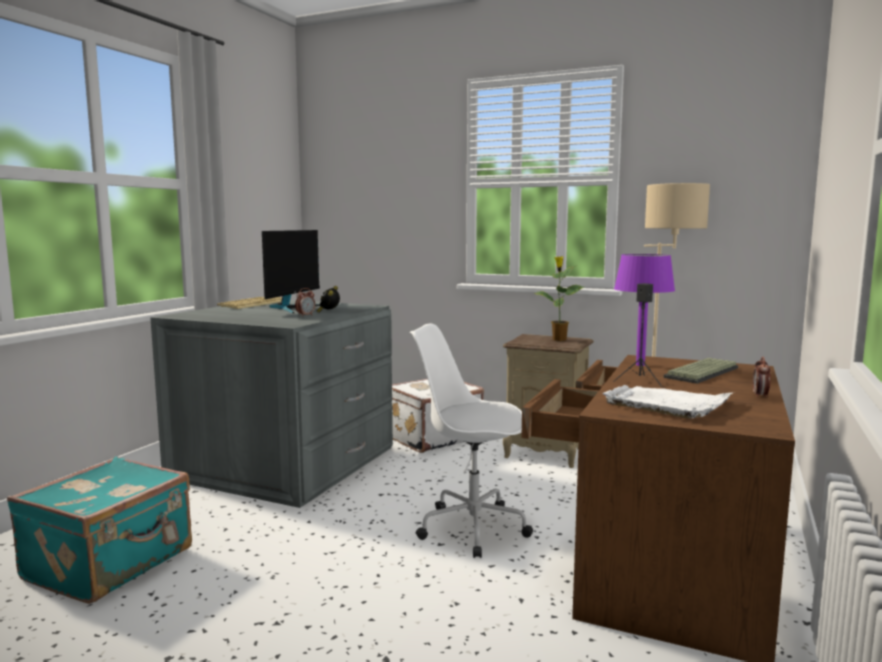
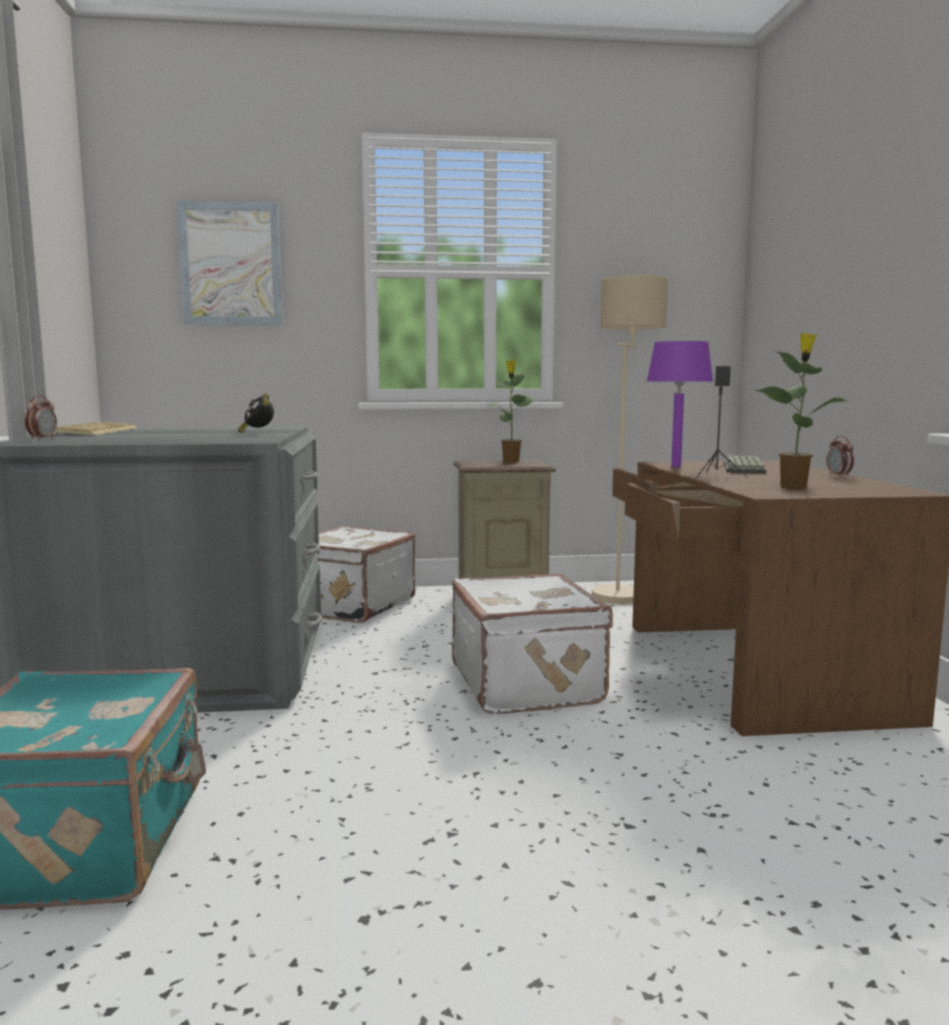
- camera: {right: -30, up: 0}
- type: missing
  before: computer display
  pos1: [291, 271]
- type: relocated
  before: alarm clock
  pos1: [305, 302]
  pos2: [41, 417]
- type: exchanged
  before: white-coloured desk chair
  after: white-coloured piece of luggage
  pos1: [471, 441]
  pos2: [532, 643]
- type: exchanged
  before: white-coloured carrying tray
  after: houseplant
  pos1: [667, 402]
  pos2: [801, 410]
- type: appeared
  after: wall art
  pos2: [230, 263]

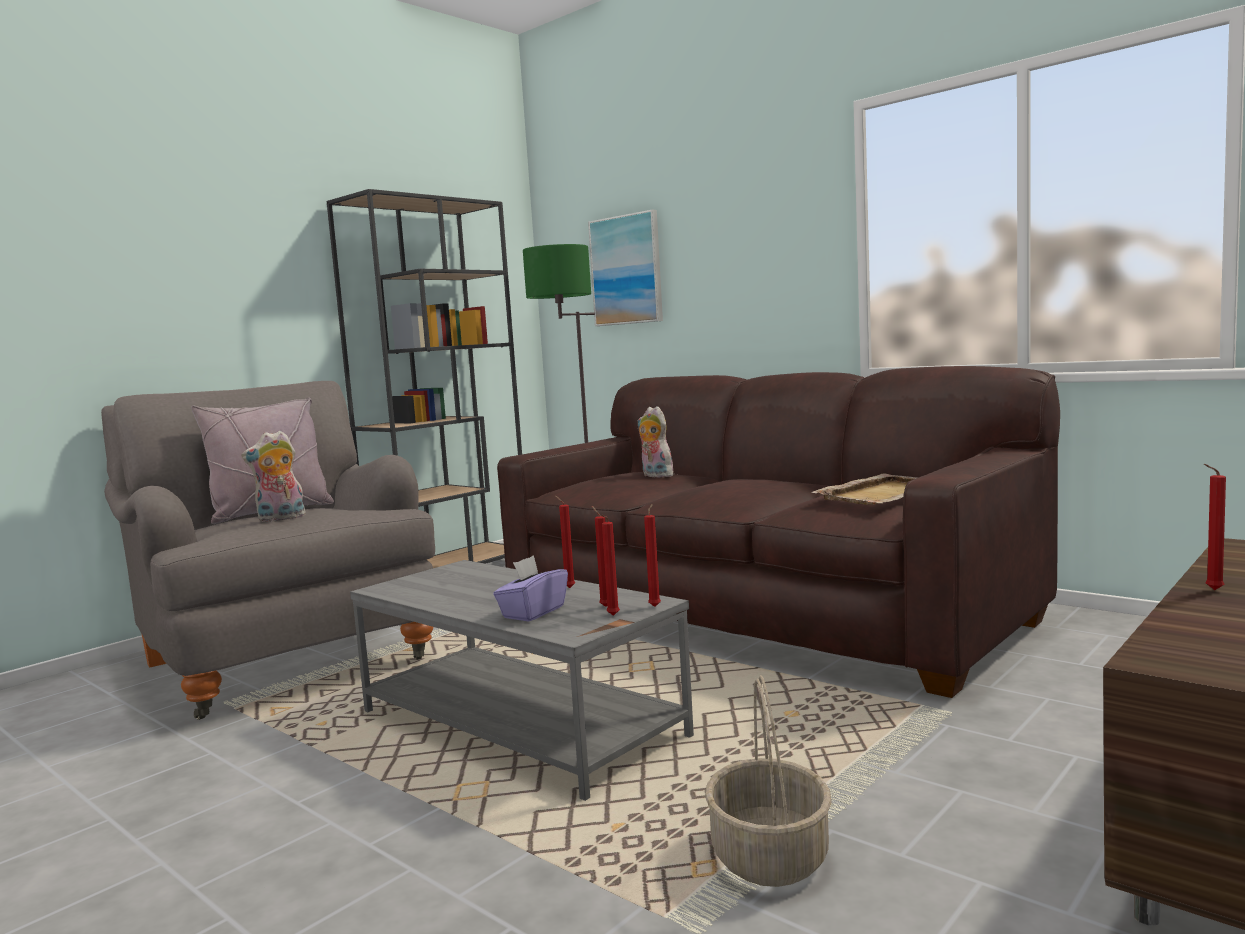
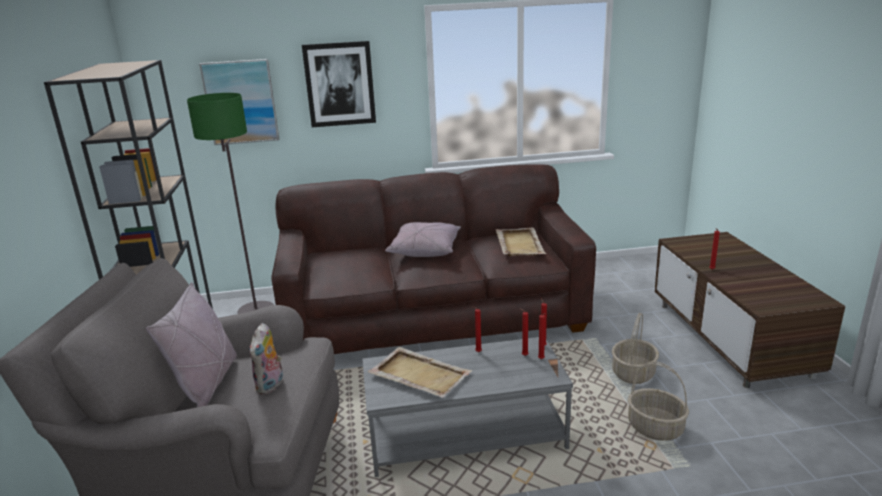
- camera: {right: -50, up: 15}
- type: missing
  before: purple tissue holder
  pos1: [530, 588]
- type: missing
  before: cuddly toy
  pos1: [655, 441]
- type: appeared
  after: wall art
  pos2: [339, 84]
- type: appeared
  after: sand-coloured carrying tray
  pos2: [420, 372]
- type: appeared
  after: purple pillow
  pos2: [423, 239]
- type: appeared
  after: household basket
  pos2: [635, 348]

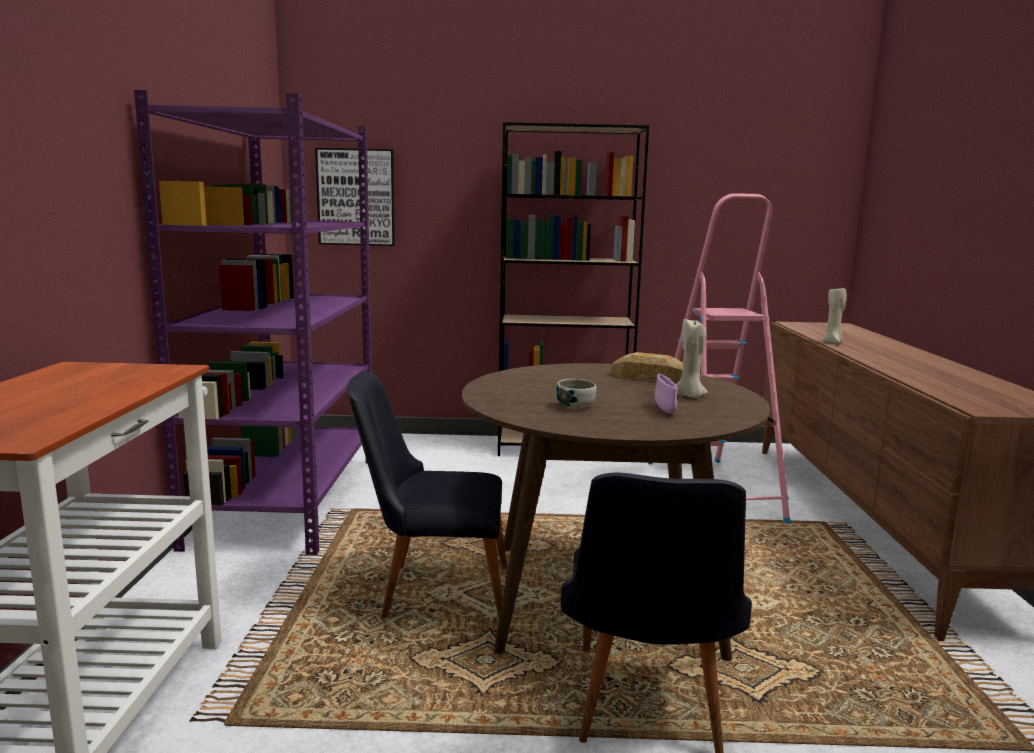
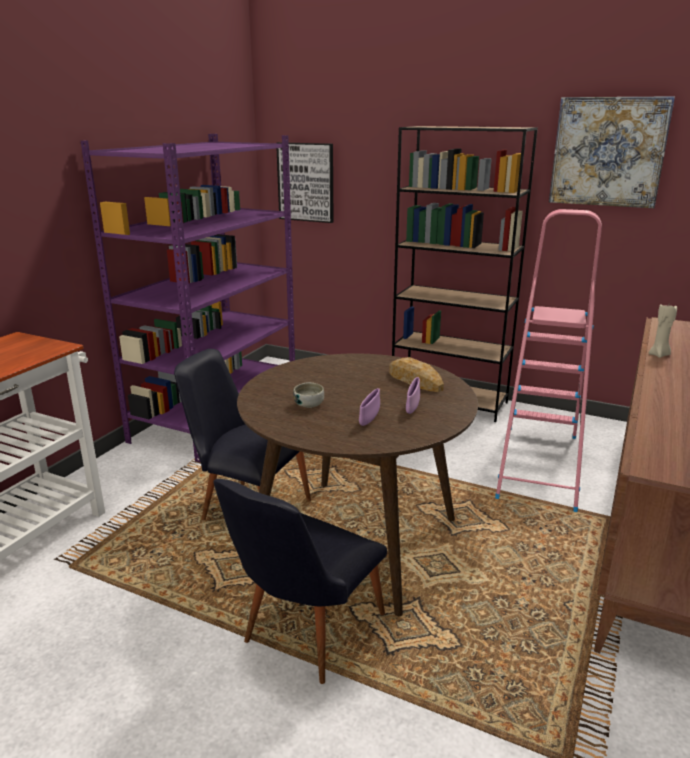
- camera: {right: 25, up: 10}
- type: exchanged
  before: sand-coloured candle
  after: purple deep dish
  pos1: [692, 357]
  pos2: [413, 395]
- type: appeared
  after: wall art
  pos2: [612, 152]

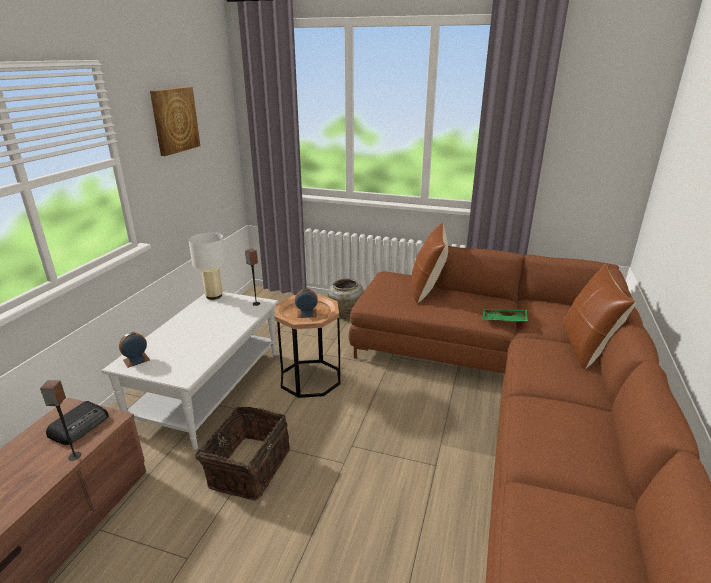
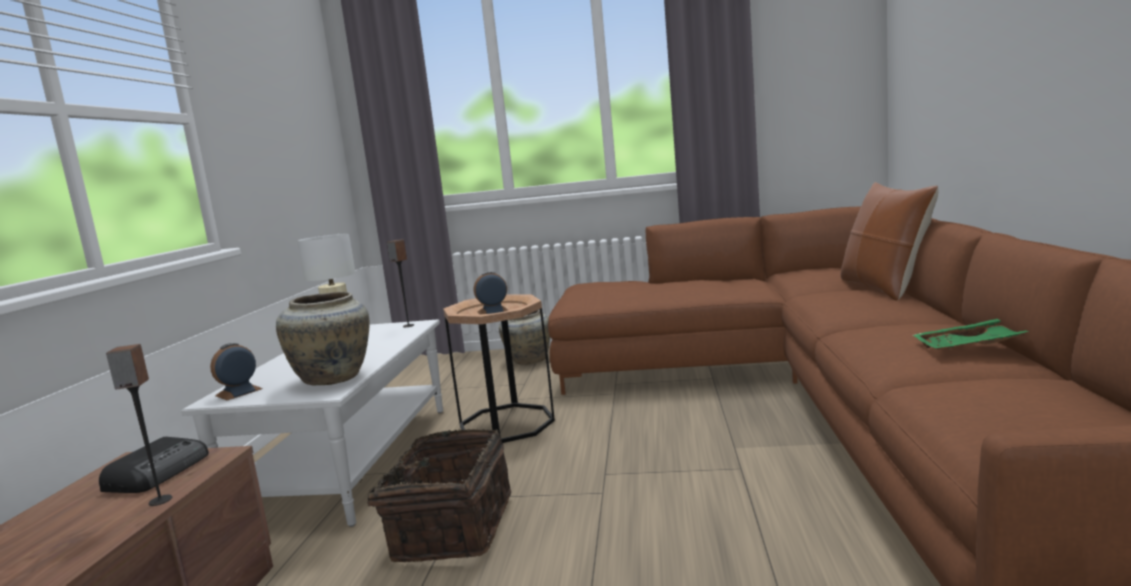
- camera: {right: -10, up: -15}
- type: missing
  before: wall art
  pos1: [175, 121]
- type: missing
  before: brownish pillow
  pos1: [430, 263]
- type: relocated
  before: greenish carrying tray
  pos1: [505, 315]
  pos2: [971, 334]
- type: appeared
  after: sand-coloured flower vase
  pos2: [323, 338]

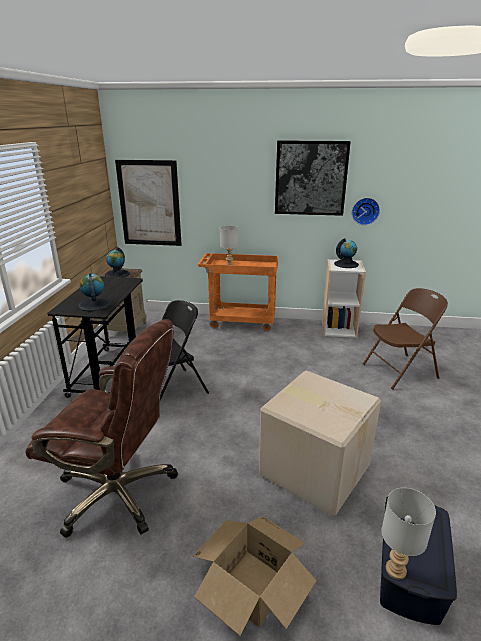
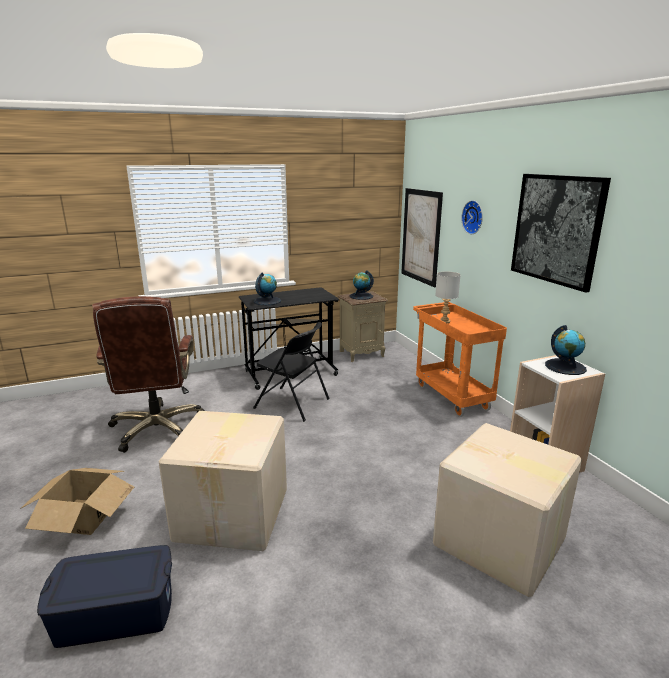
- camera: {right: 60, up: -5}
- type: relocated
  before: hanging clock
  pos1: [366, 211]
  pos2: [472, 217]
- type: exchanged
  before: brownish chair
  after: carton
  pos1: [405, 339]
  pos2: [507, 510]
- type: missing
  before: greyish tabletop lamp
  pos1: [408, 534]

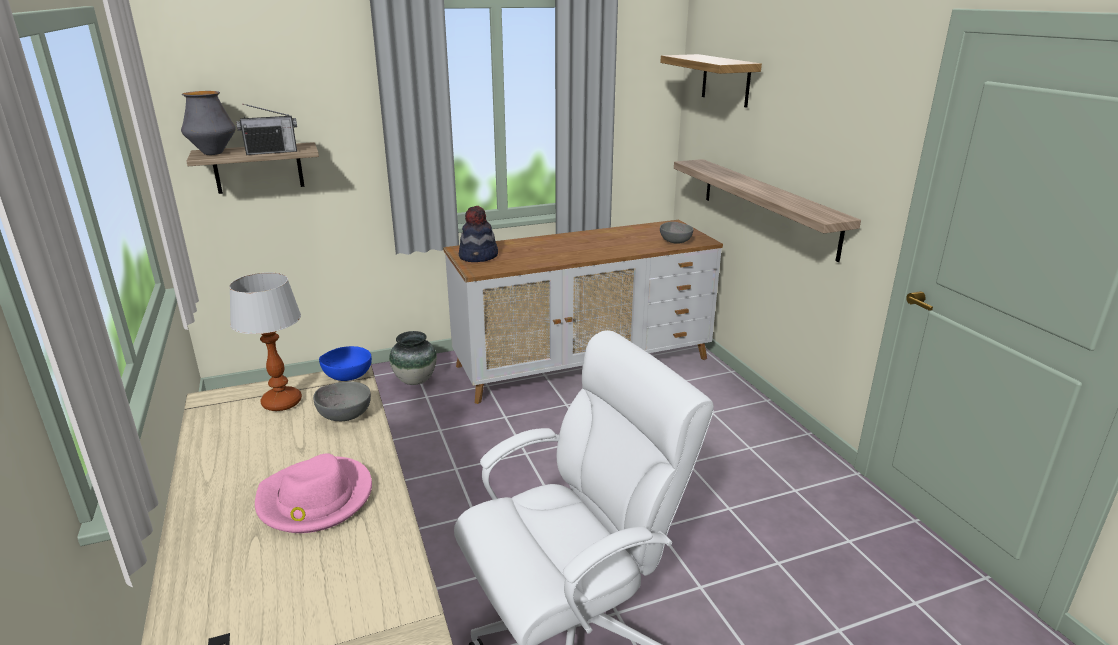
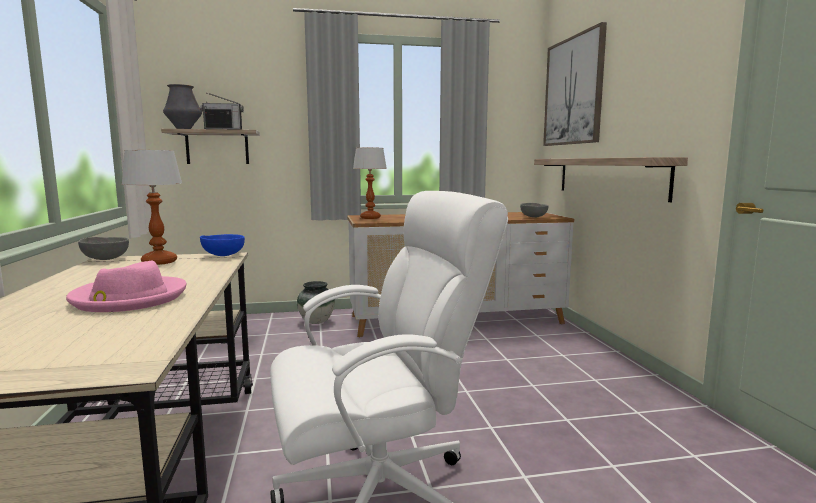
- camera: {right: 10, up: -15}
- type: relocated
  before: greyish deep dish
  pos1: [342, 401]
  pos2: [103, 248]
- type: exchanged
  before: clothing hat
  after: tabletop lamp
  pos1: [478, 234]
  pos2: [370, 183]
- type: exchanged
  before: wall shelf
  after: wall art
  pos1: [711, 81]
  pos2: [575, 84]

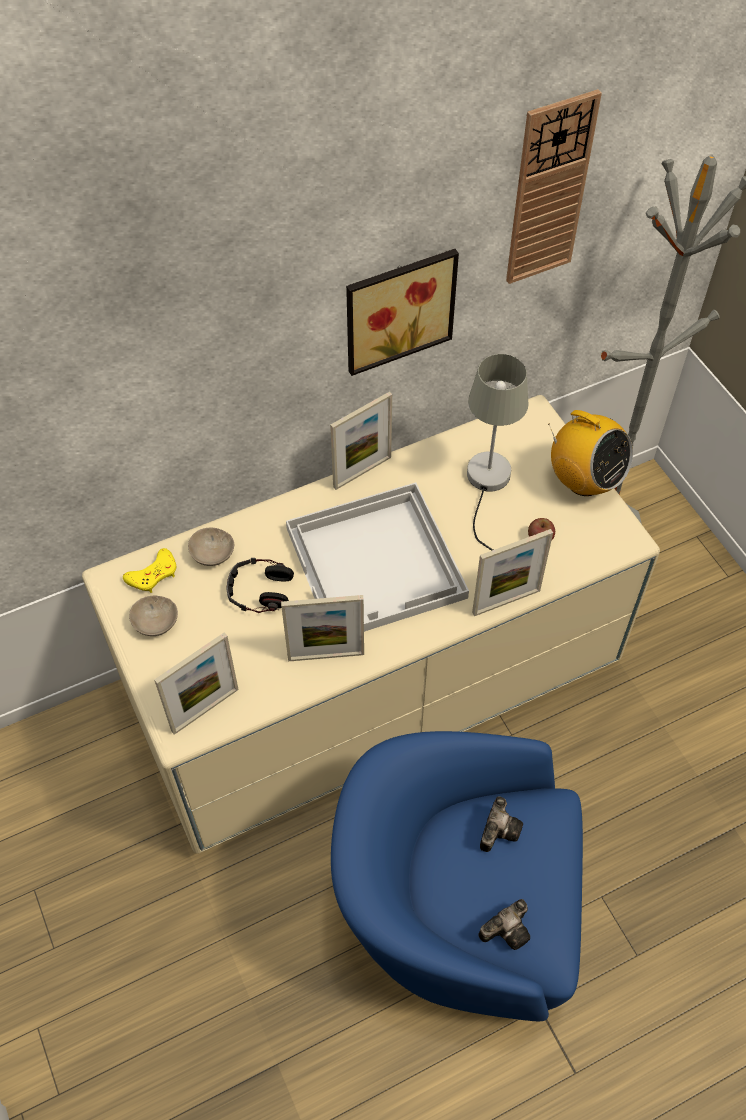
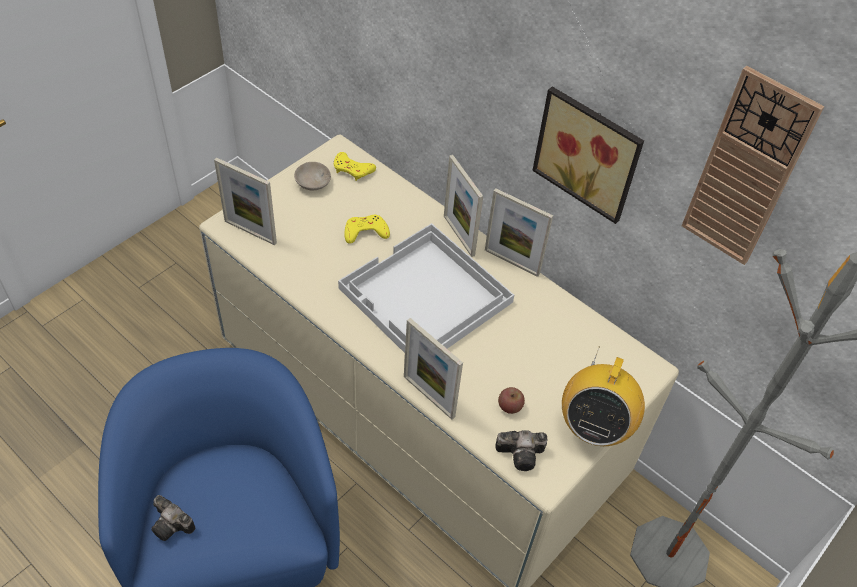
- camera: {right: 65, up: -5}
- type: missing
  before: sand-coloured deep dish
  pos1: [211, 547]
- type: exchanged
  before: pair of headphones
  after: yellow-coloured gamepad
  pos1: [260, 585]
  pos2: [367, 229]
- type: relocated
  before: standing frame
  pos1: [322, 628]
  pos2: [463, 206]
- type: missing
  before: greyish tabletop lamp
  pos1: [498, 452]
- type: relocated
  before: still camera
  pos1: [501, 824]
  pos2: [521, 450]

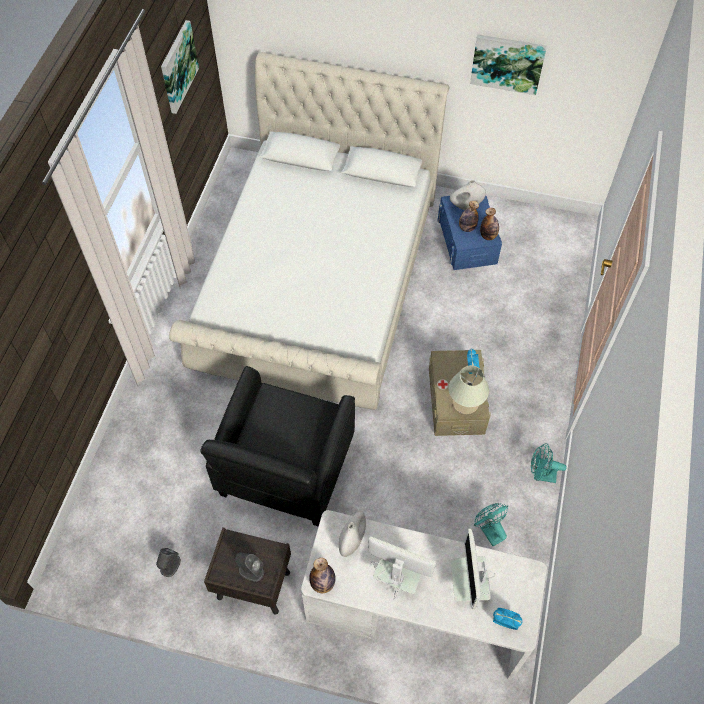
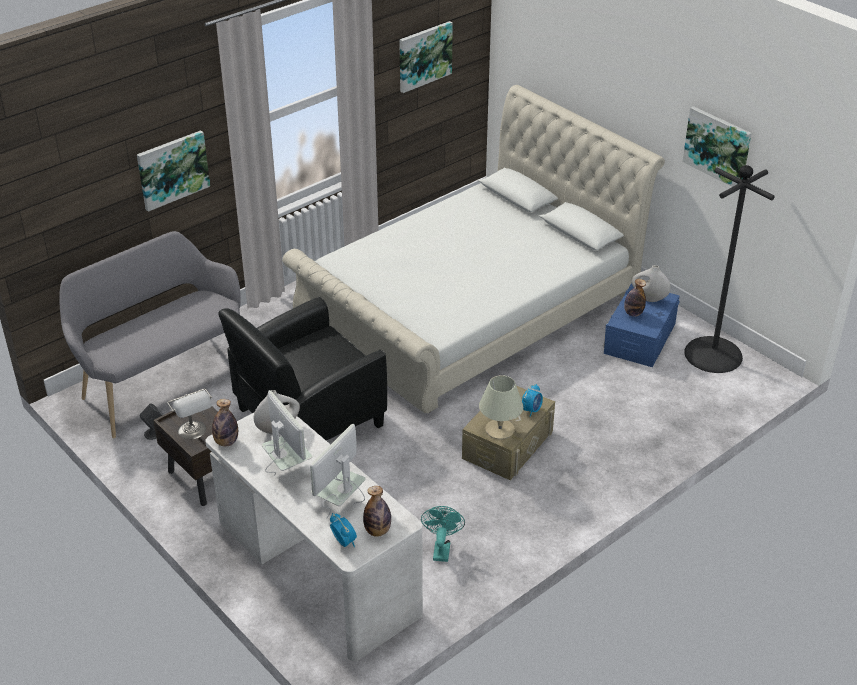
- camera: {right: 35, up: -20}
- type: exchanged
  before: greyish audio speaker
  after: white-coloured tabletop lamp
  pos1: [249, 567]
  pos2: [189, 414]
- type: relocated
  before: drink bottle
  pos1: [489, 224]
  pos2: [377, 511]
- type: missing
  before: blue-green fan
  pos1: [549, 463]
- type: appeared
  after: greyish bench
  pos2: [150, 334]
- type: appeared
  after: wall art
  pos2: [173, 171]
- type: appeared
  after: black-coloured garment rack
  pos2: [729, 269]

